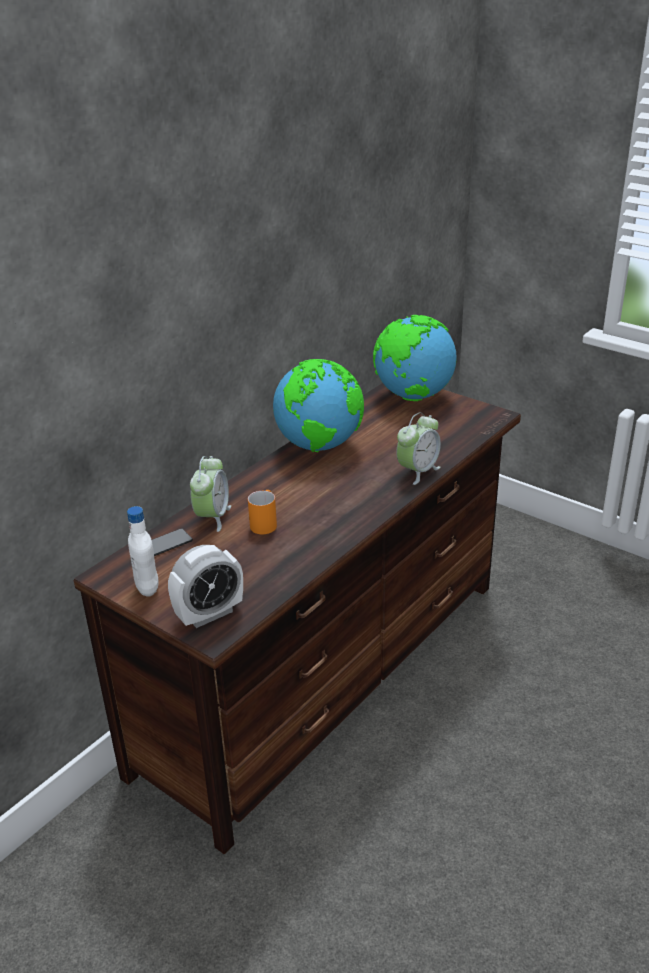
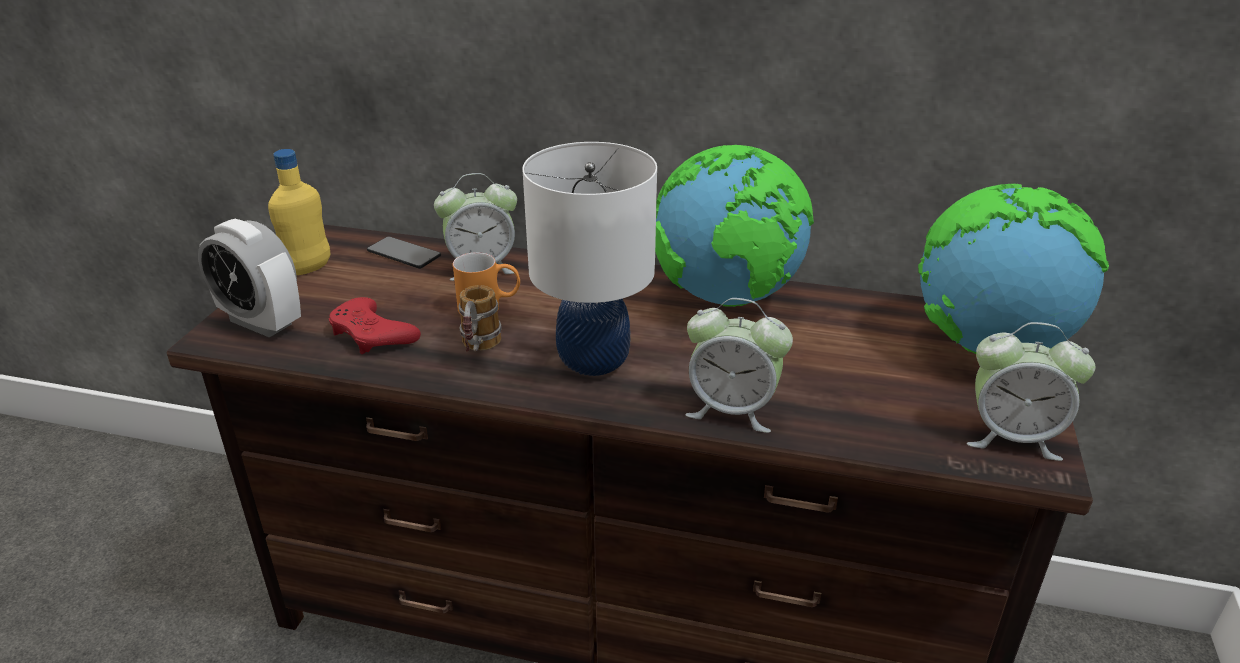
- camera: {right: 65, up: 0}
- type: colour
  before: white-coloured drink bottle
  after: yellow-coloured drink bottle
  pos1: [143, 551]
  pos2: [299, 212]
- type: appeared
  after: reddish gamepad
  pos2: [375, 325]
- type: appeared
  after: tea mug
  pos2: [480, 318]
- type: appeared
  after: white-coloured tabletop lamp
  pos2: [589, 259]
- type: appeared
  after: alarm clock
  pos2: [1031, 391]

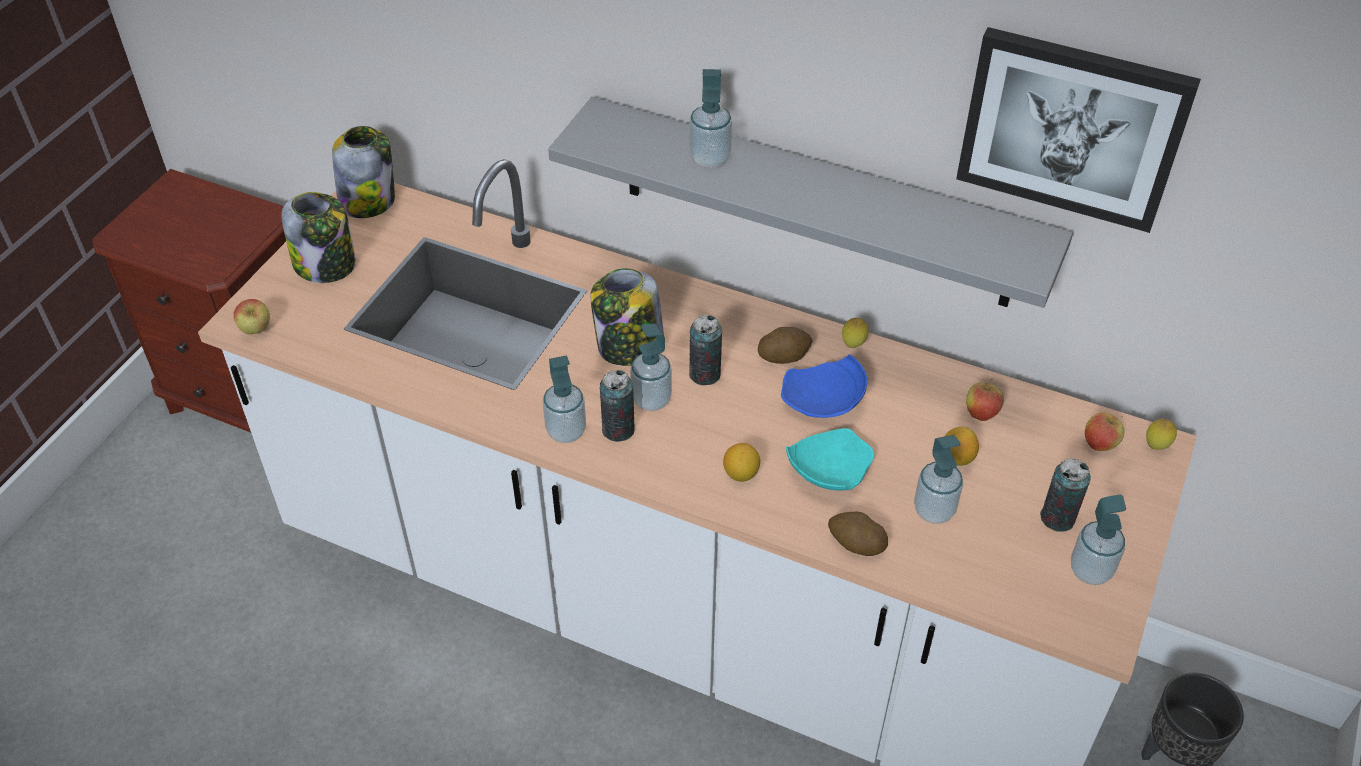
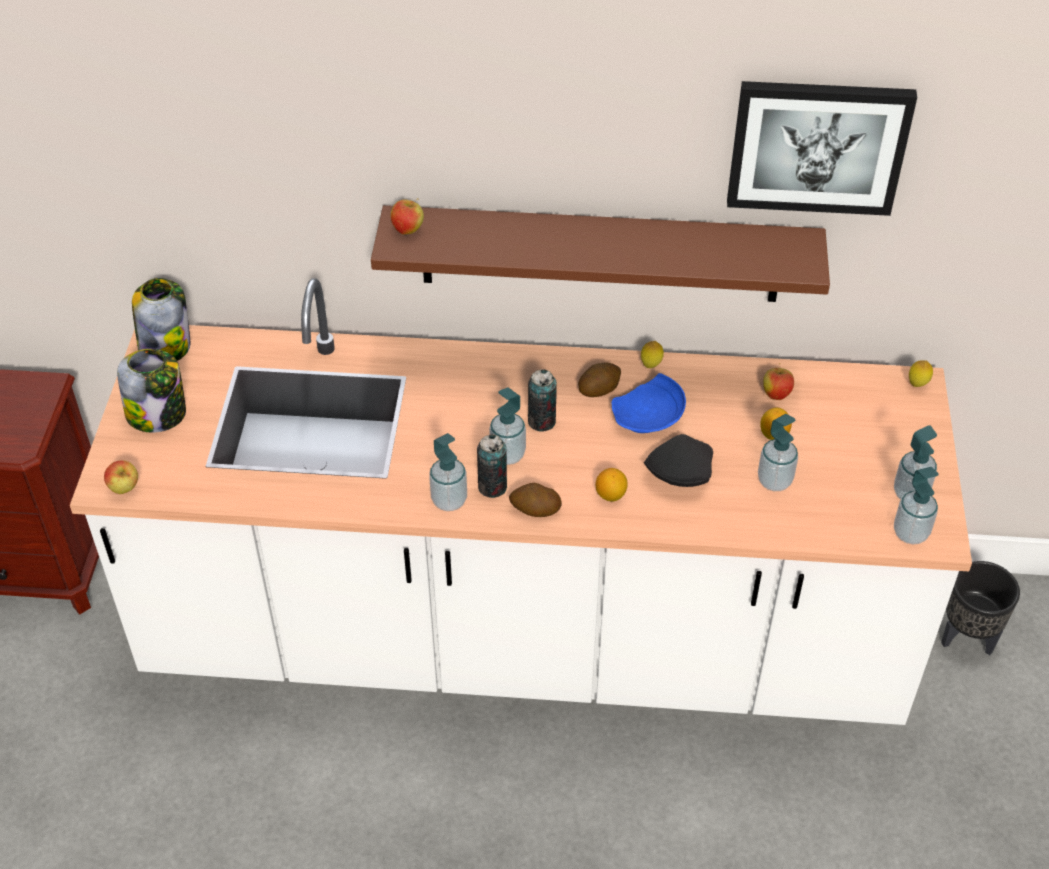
- camera: {right: -20, up: 0}
- type: colour
  before: greyish wall shelf
  after: brownish wall shelf
  pos1: [810, 202]
  pos2: [600, 253]
- type: missing
  before: jar
  pos1: [627, 317]
- type: relocated
  before: liquid soap bottle
  pos1: [710, 118]
  pos2: [916, 506]
- type: colour
  before: blue-green flat dish
  after: black-coloured flat dish
  pos1: [830, 459]
  pos2: [678, 460]
- type: relocated
  before: whole potato
  pos1: [858, 534]
  pos2: [535, 500]
- type: missing
  before: metal can
  pos1: [1065, 495]
- type: relocated
  before: whole apple
  pos1: [1104, 431]
  pos2: [407, 216]

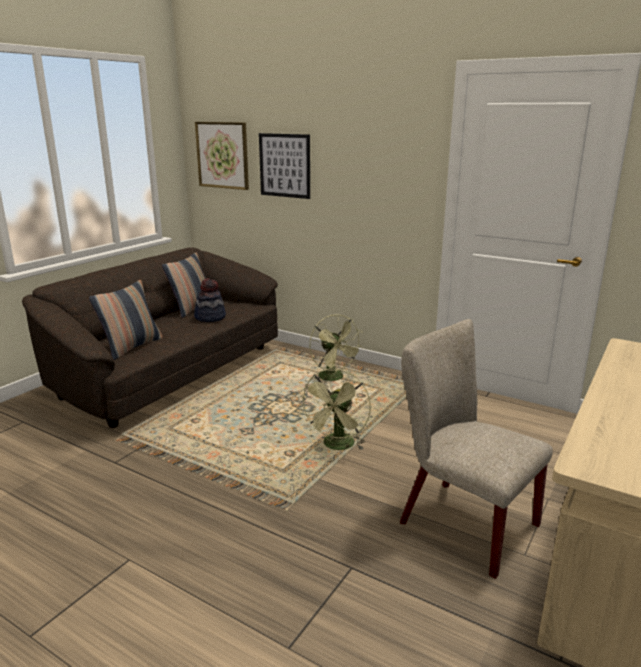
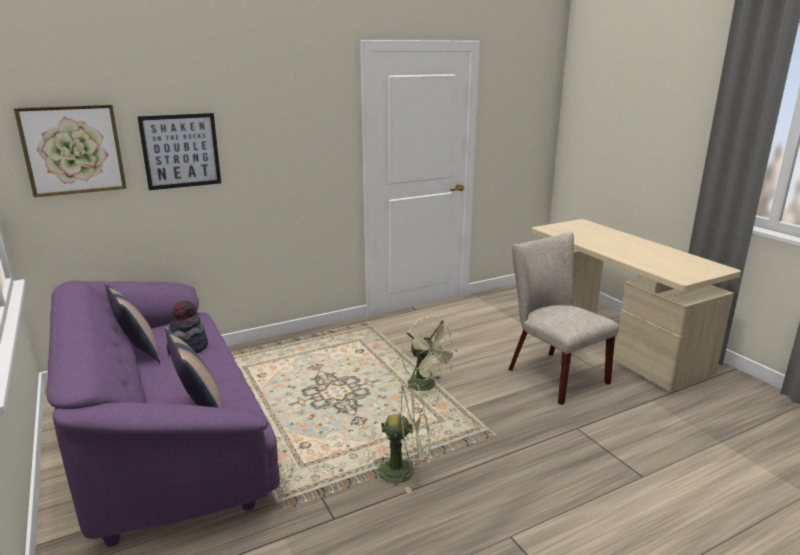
- camera: {right: -60, up: 0}
- type: colour
  before: brownish couch
  after: purple couch
  pos1: [150, 338]
  pos2: [163, 413]
- type: relocated
  before: greenish fan
  pos1: [336, 347]
  pos2: [399, 438]
- type: spun
  before: sand-coloured chair
  pos1: [476, 449]
  pos2: [563, 318]
  turn: 75

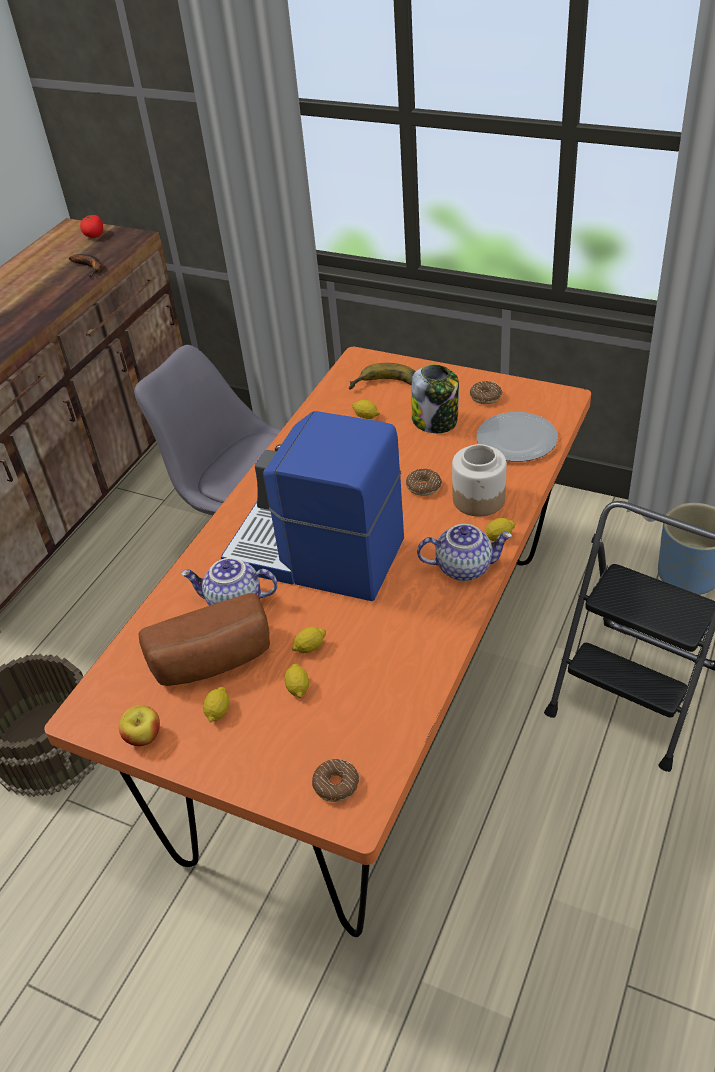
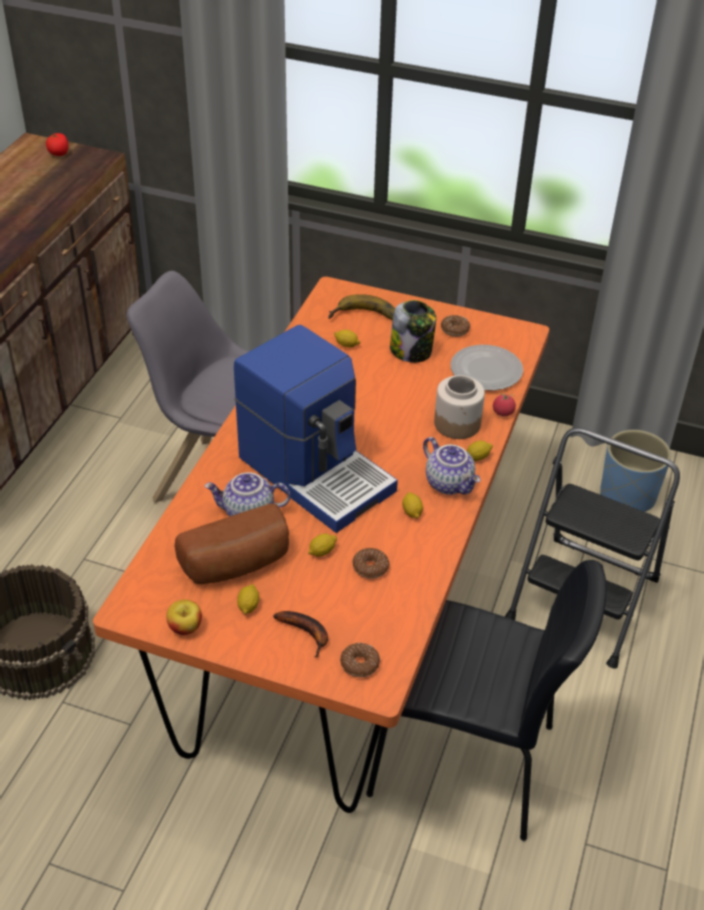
- camera: {right: -10, up: 0}
- type: relocated
  before: banana fruit
  pos1: [85, 266]
  pos2: [300, 634]
- type: spun
  before: coffee brewer
  pos1: [312, 506]
  pos2: [316, 429]
  turn: -150
- type: relocated
  before: whole lemon
  pos1: [296, 680]
  pos2: [412, 505]
- type: relocated
  before: ring doughnut
  pos1: [424, 482]
  pos2: [371, 563]
- type: spun
  before: tea pot
  pos1: [464, 552]
  pos2: [451, 466]
  turn: 60
- type: appeared
  after: black-coloured chair
  pos2: [486, 700]
- type: appeared
  after: tomato
  pos2: [504, 404]

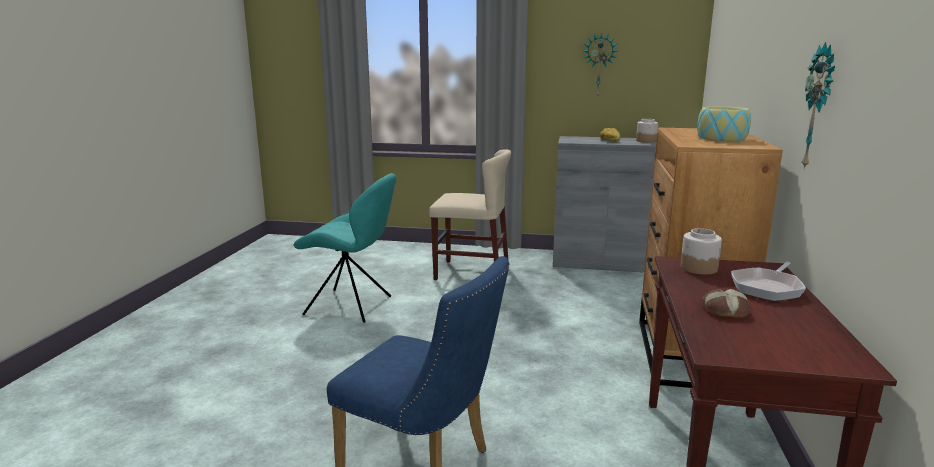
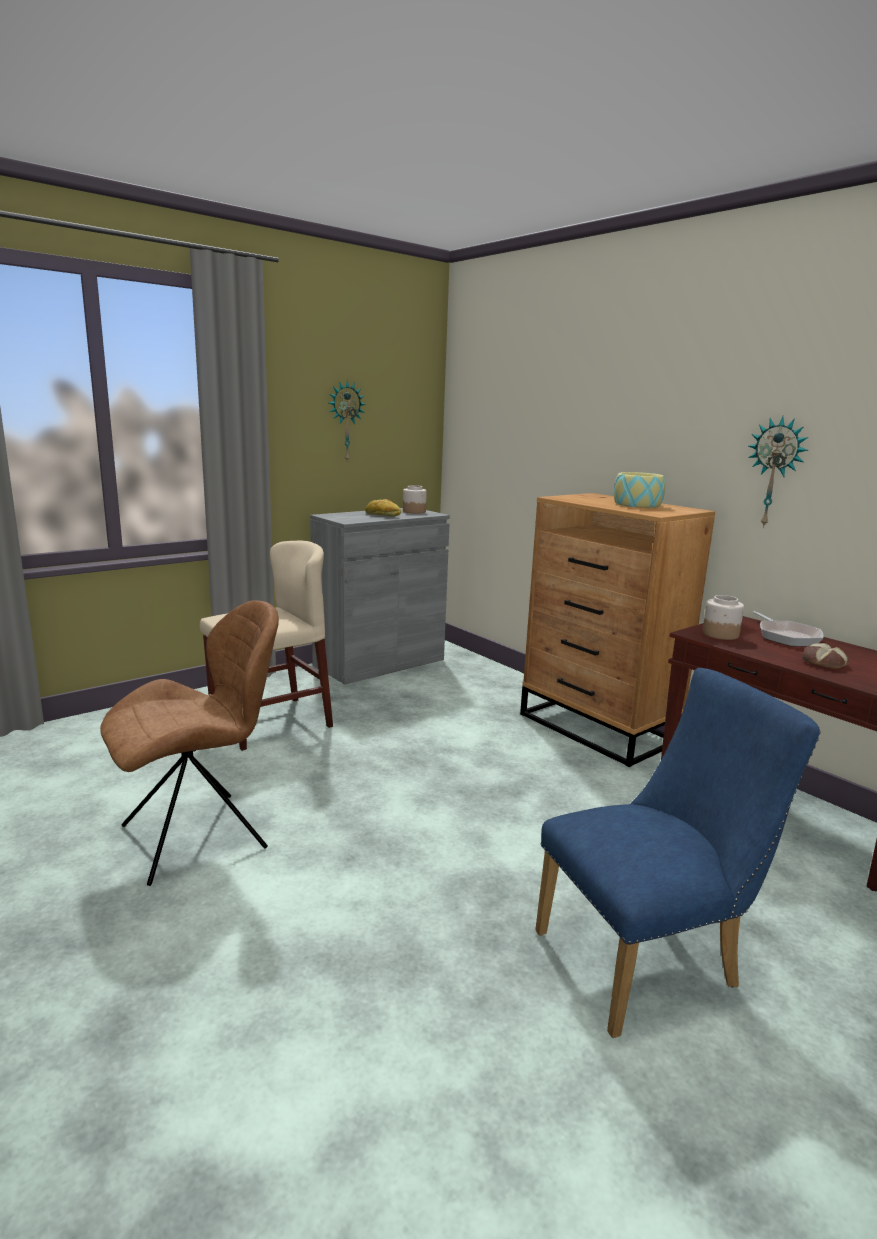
- camera: {right: -50, up: 0}
- type: colour
  before: blue-green chair
  after: brownish chair
  pos1: [345, 248]
  pos2: [189, 743]

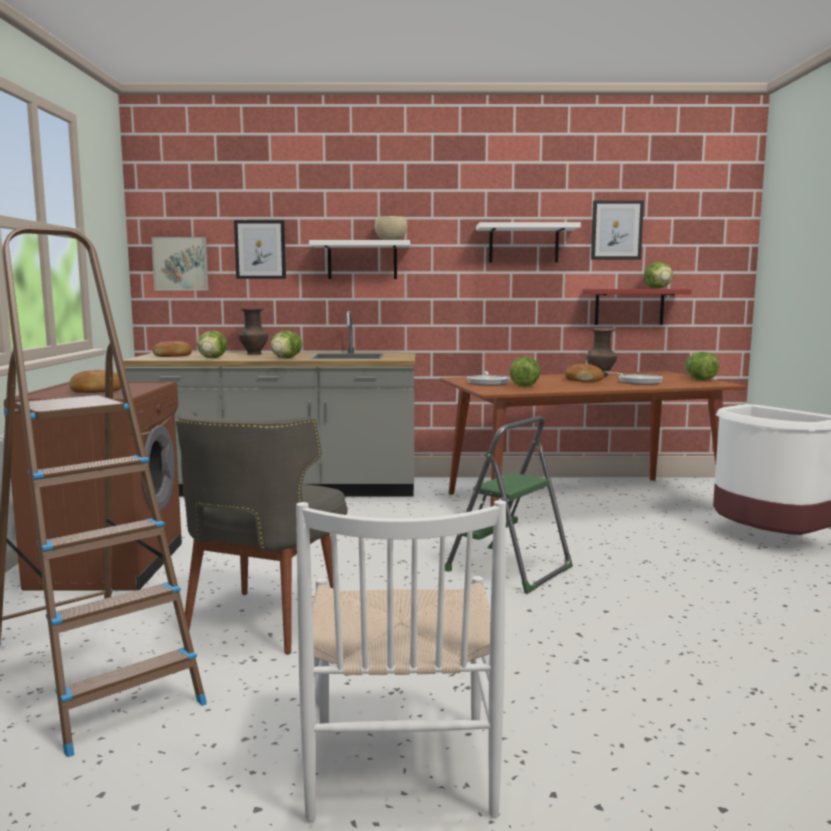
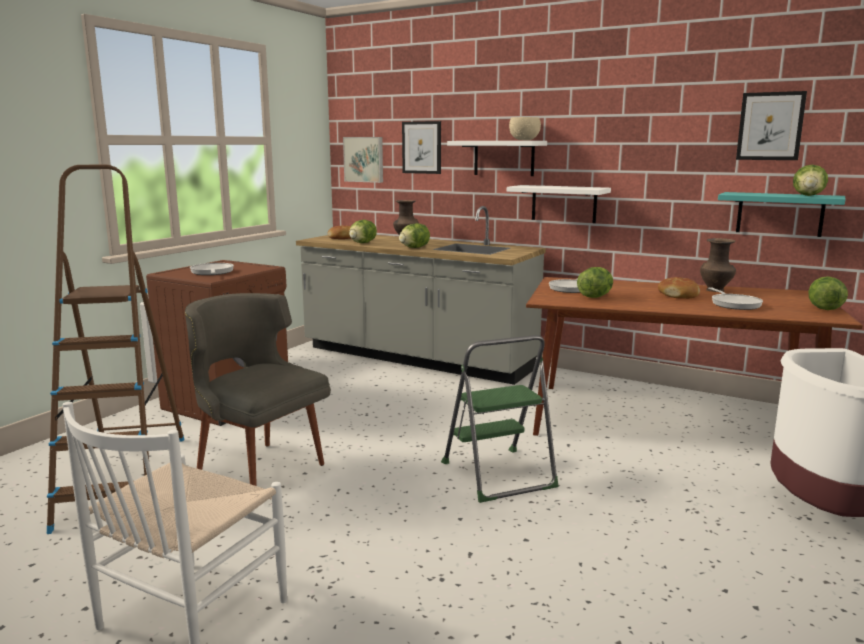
- camera: {right: 30, up: 5}
- type: exchanged
  before: bread
  after: skillet
  pos1: [95, 381]
  pos2: [212, 269]
- type: spun
  before: greyish chair
  pos1: [261, 532]
  pos2: [258, 389]
  turn: 75
- type: relocated
  before: white-coloured wall shelf
  pos1: [528, 242]
  pos2: [559, 204]
- type: colour
  before: reddish wall shelf
  after: blue-green wall shelf
  pos1: [637, 307]
  pos2: [782, 214]

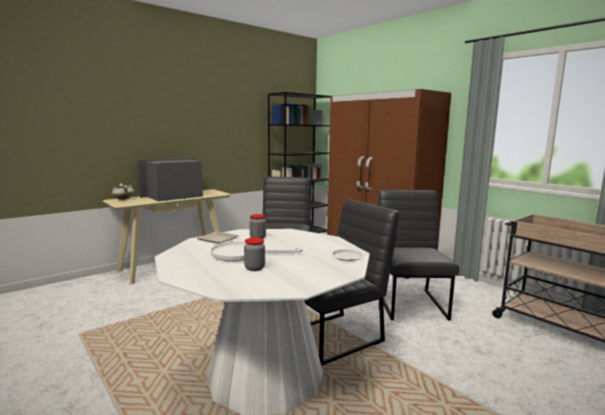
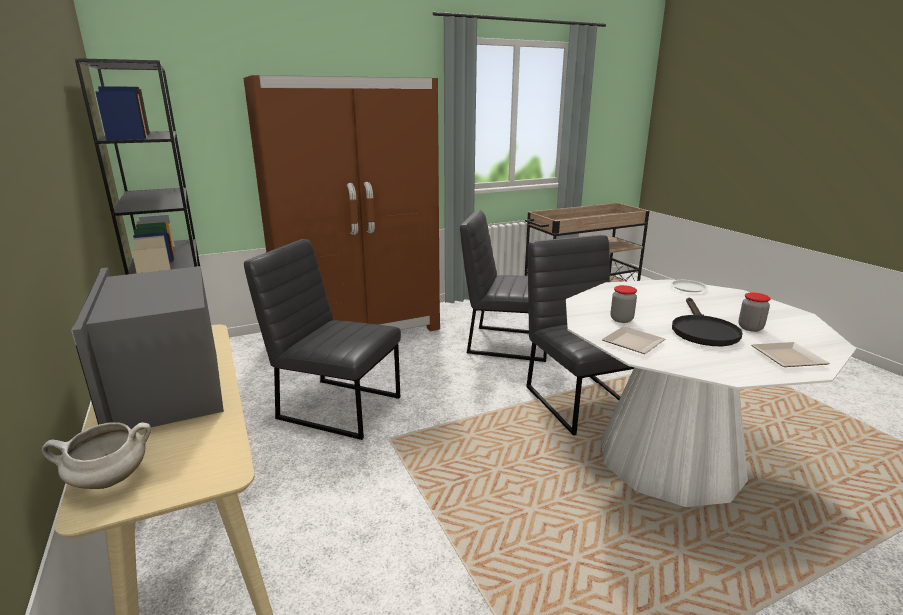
- camera: {right: -75, up: 10}
- type: colour
  before: white-coloured skillet
  after: black-coloured skillet
  pos1: [256, 252]
  pos2: [707, 322]
- type: appeared
  after: flat dish
  pos2: [791, 354]

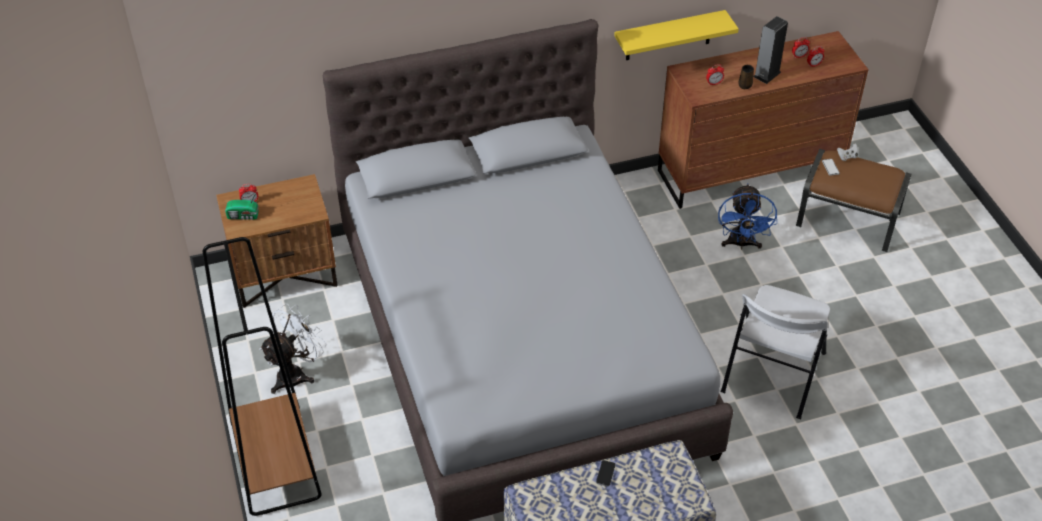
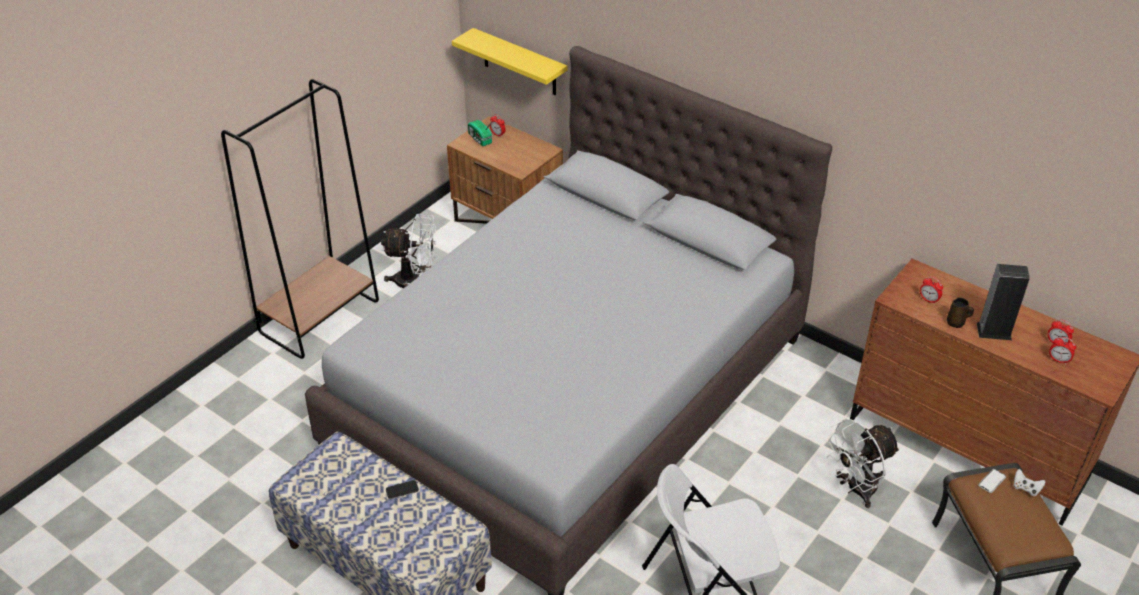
- camera: {right: 55, up: -5}
- type: relocated
  before: yellow-coloured wall shelf
  pos1: [676, 35]
  pos2: [509, 61]
- type: colour
  before: blue-coloured fan
  after: white-coloured fan
  pos1: [747, 216]
  pos2: [862, 463]

